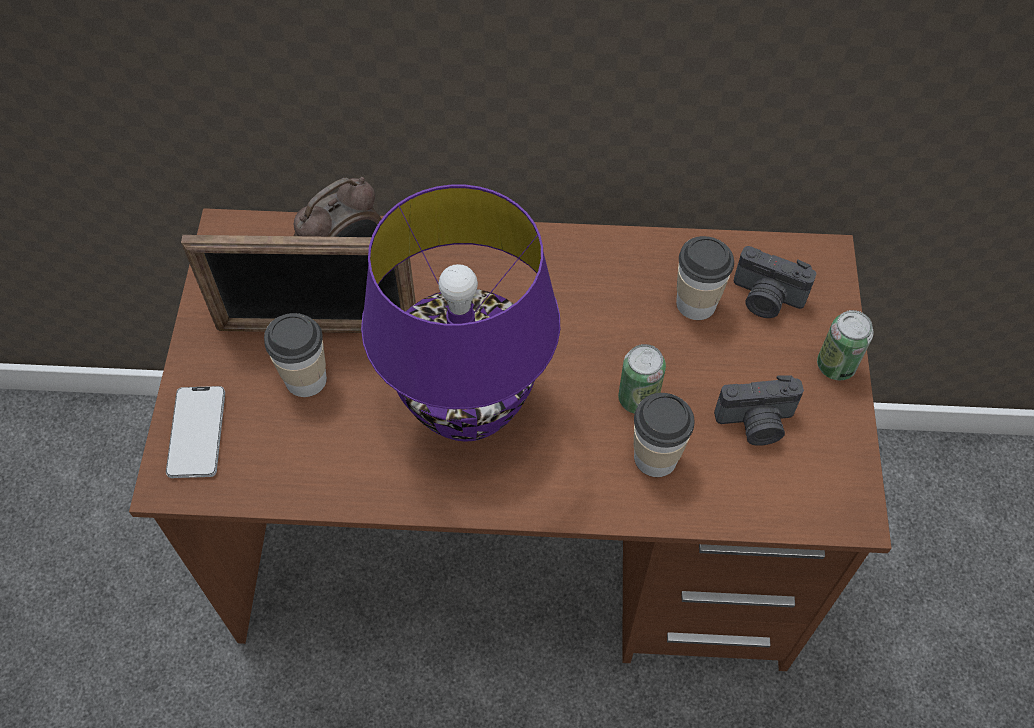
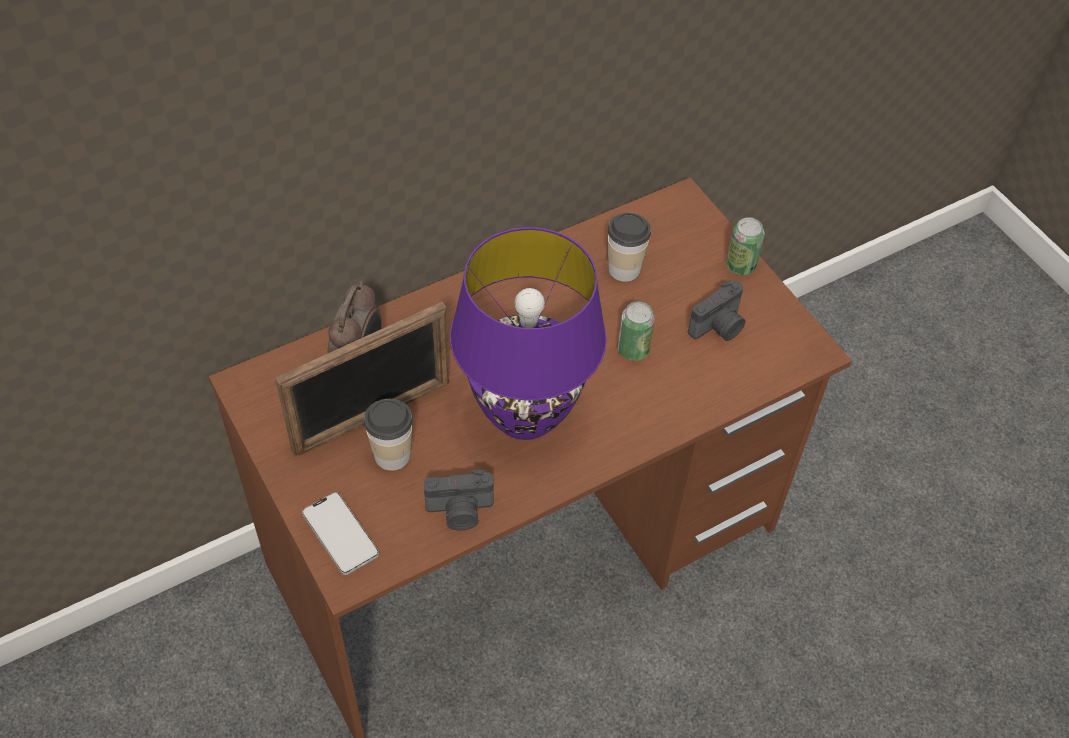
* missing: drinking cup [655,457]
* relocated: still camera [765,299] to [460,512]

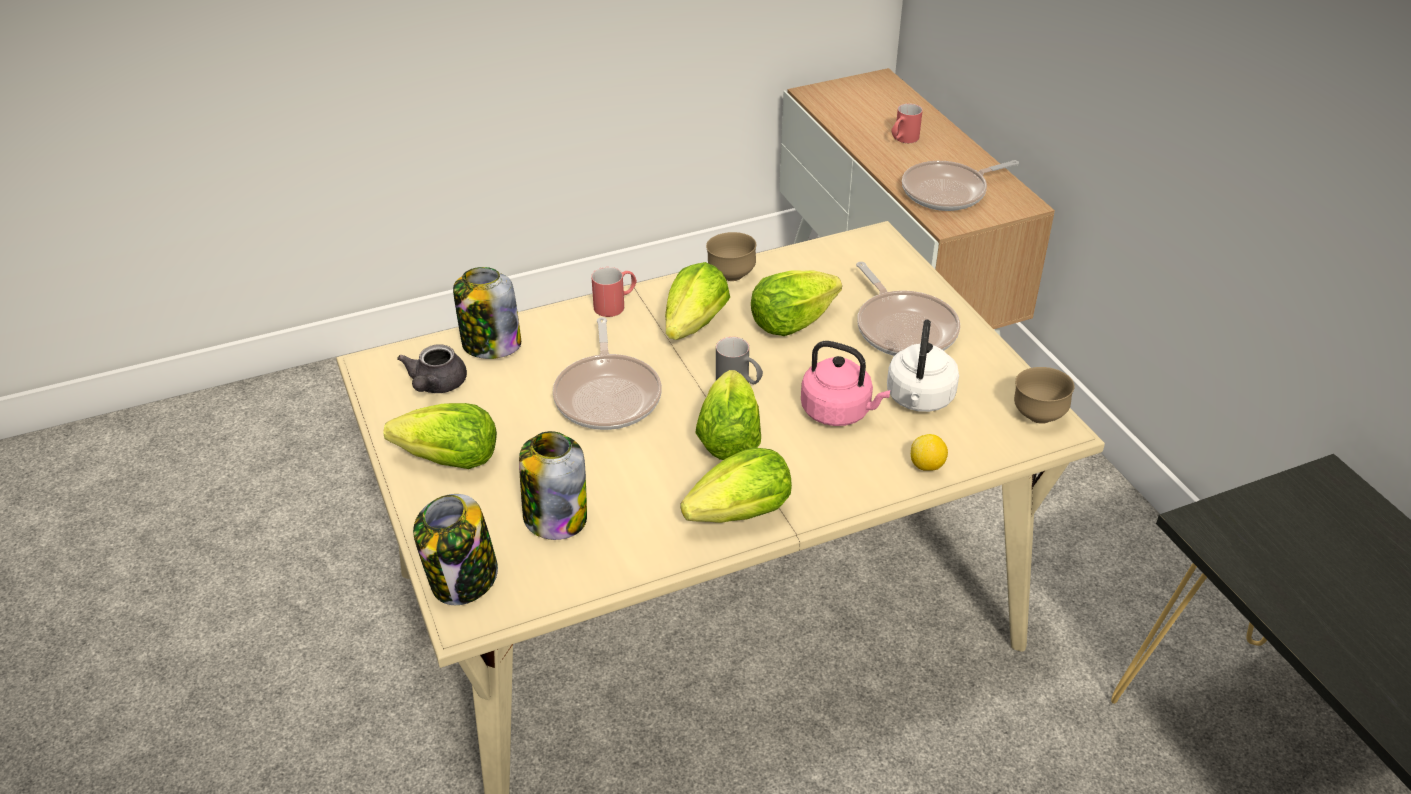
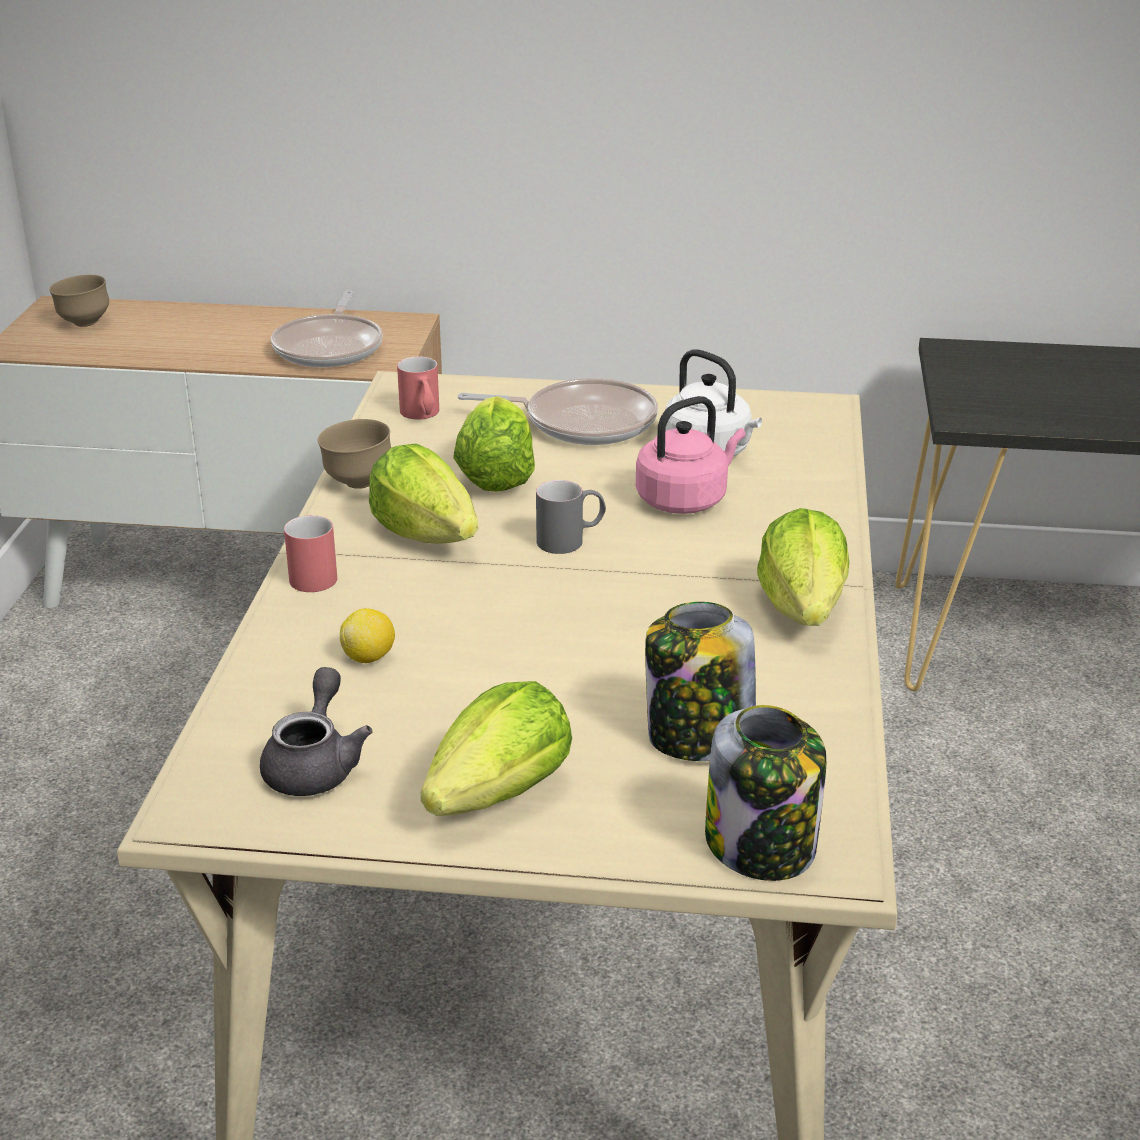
* missing: jar [490,344]
* missing: pan [608,395]
* missing: head of lettuce [728,439]
* relocated: red-coloured mug [903,140] to [422,415]
* relocated: whole lemon [927,466] to [369,657]
* relocated: brown-coloured deep dish [1037,416] to [84,323]
* spun: gray pot for tea [436,385] = [315,764] 120 degrees counterclockwise

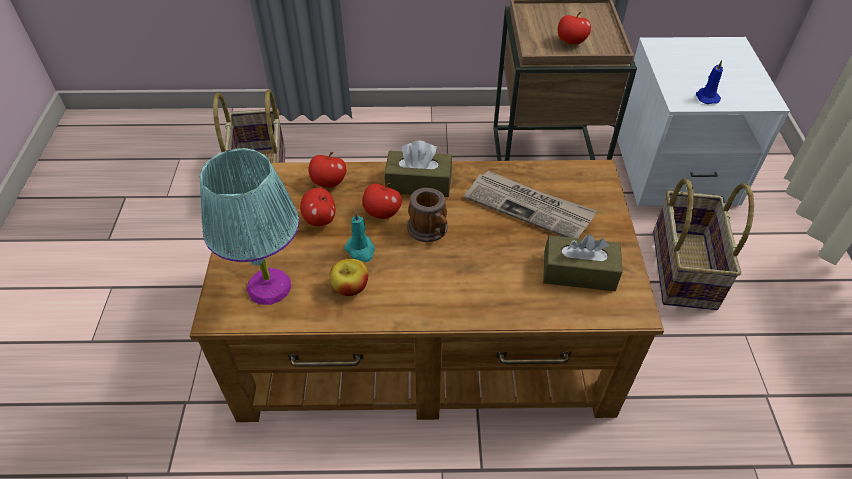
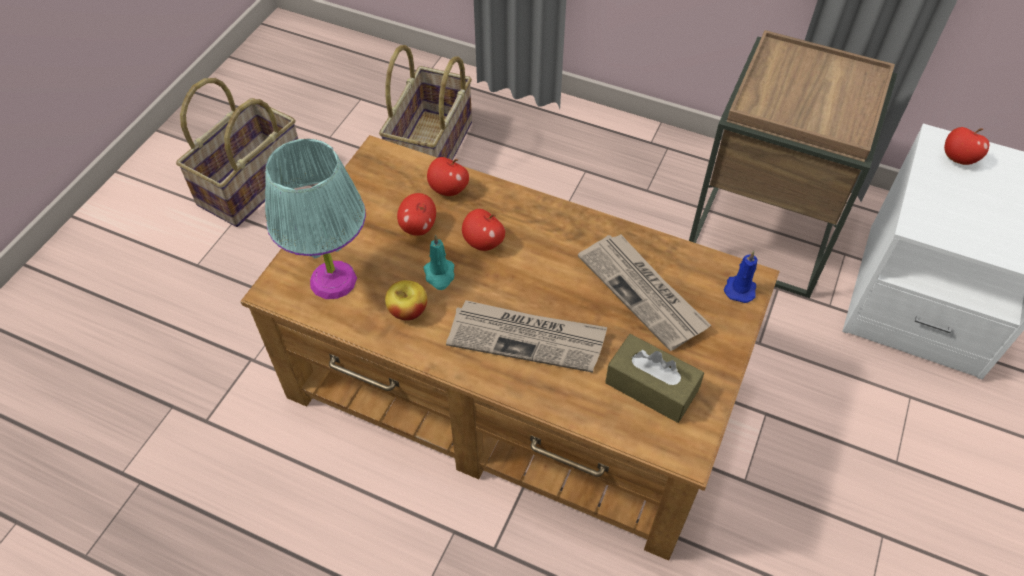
* missing: brown-coloured box of tissues [418,183]
* missing: mug [430,230]
* appeared: daily paper [527,338]
* relocated: apple fruit [571,42] to [958,159]
* relocated: storage basket [681,268] to [251,183]
* relocated: blue-coloured wax light [706,97] to [740,288]

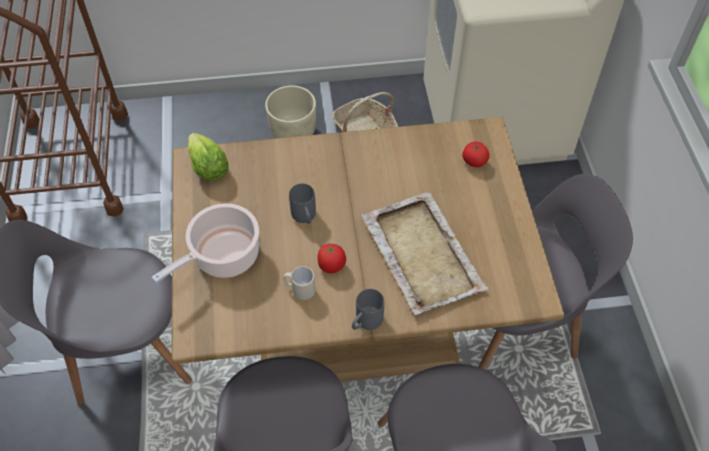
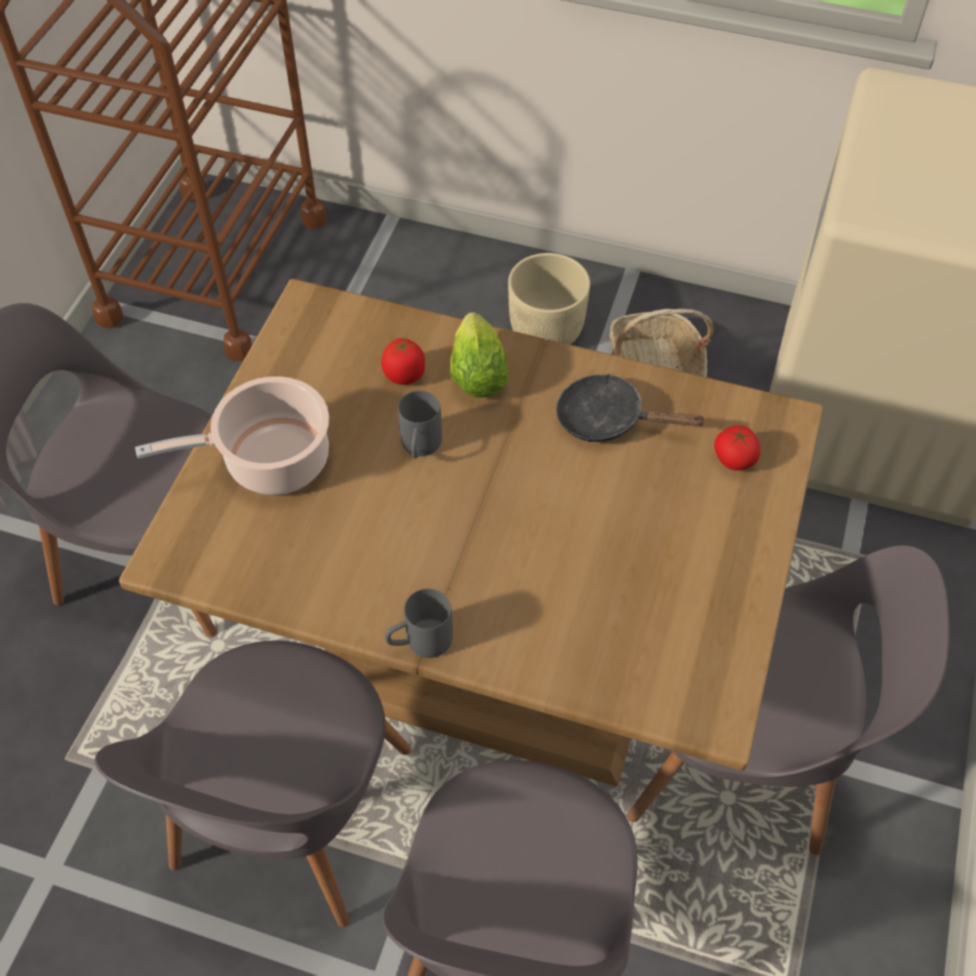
* missing: beige mug [299,290]
* missing: beige carrying tray [421,253]
* appeared: black-coloured pan [608,419]
* relocated: head of lettuce [207,165] to [477,370]
* relocated: fresh tomato [332,265] to [405,375]

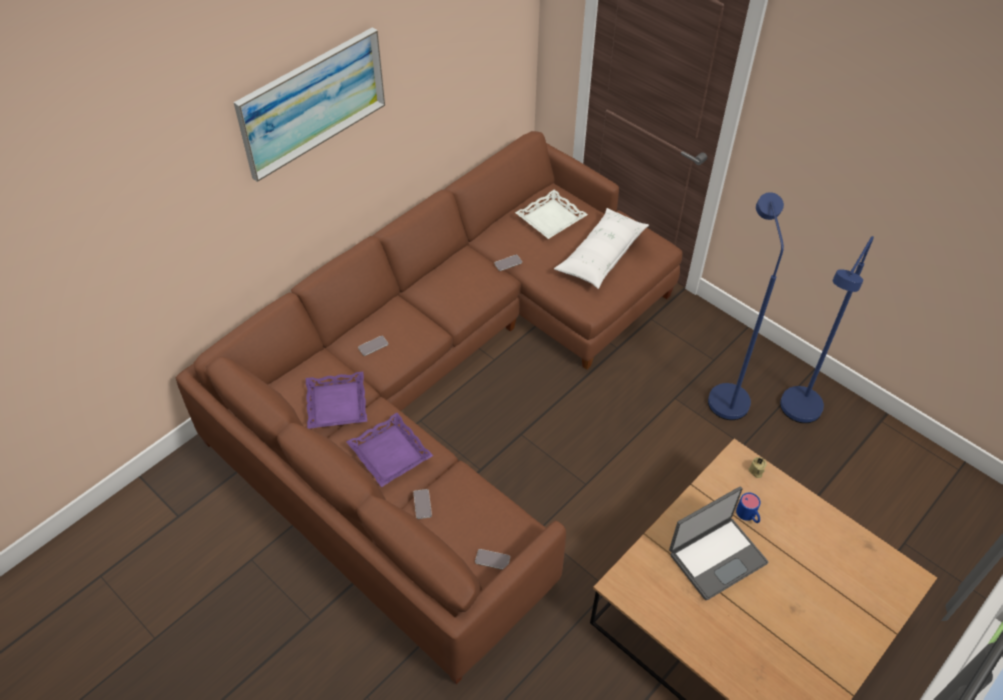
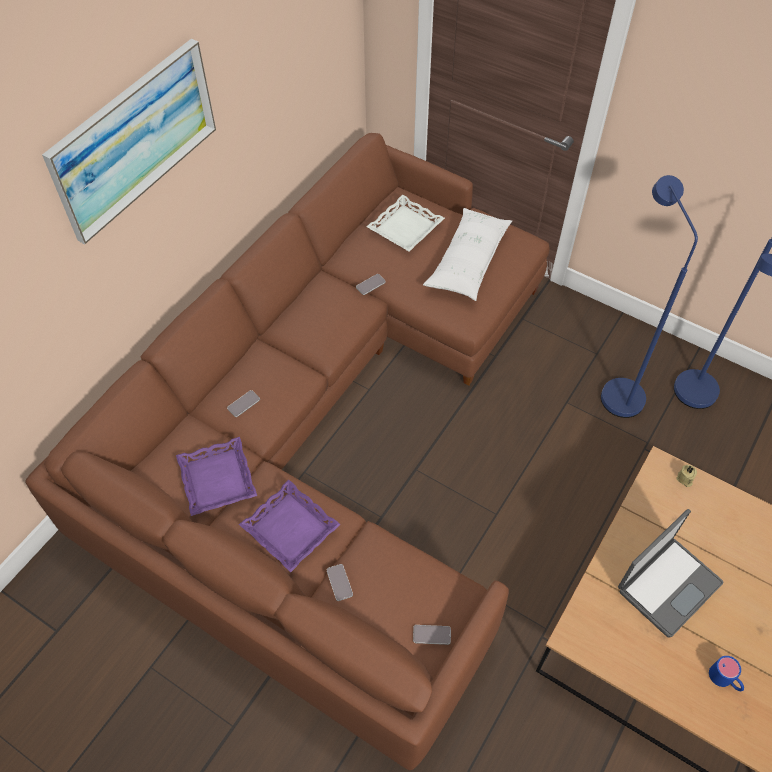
* relocated: blue-coloured mug [748,515] to [725,679]

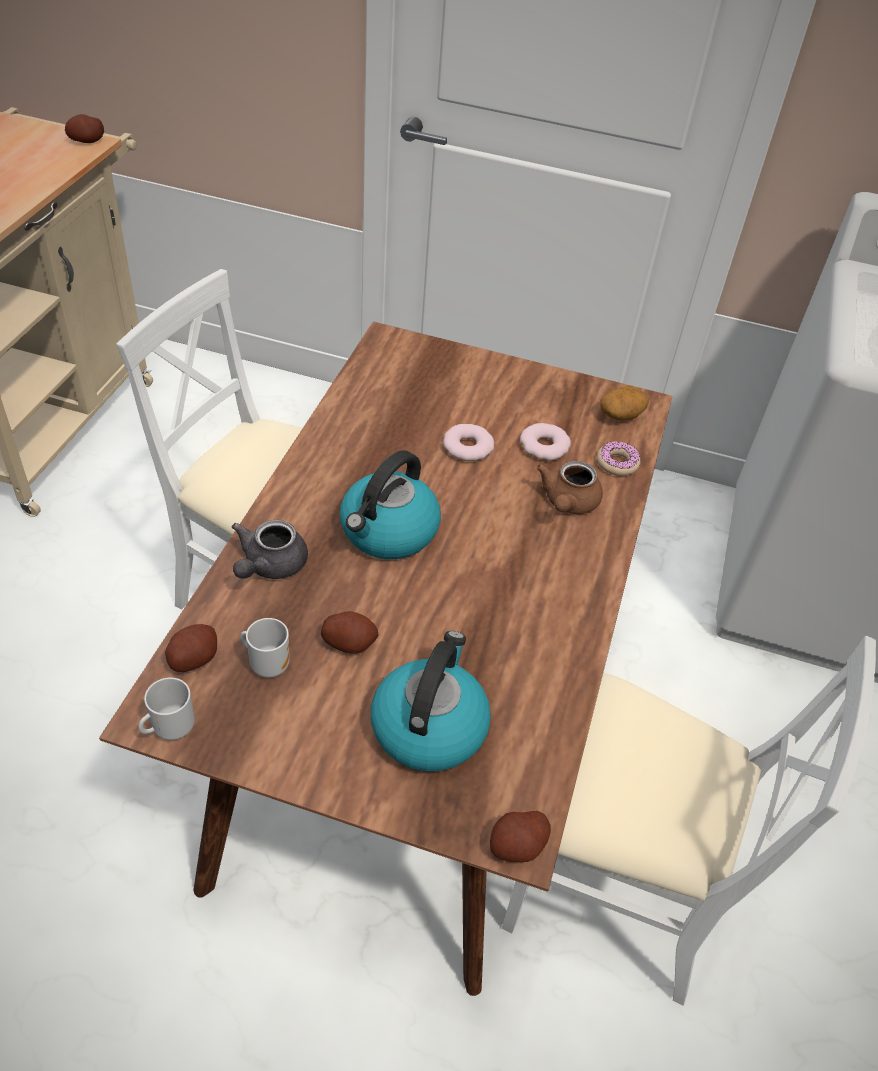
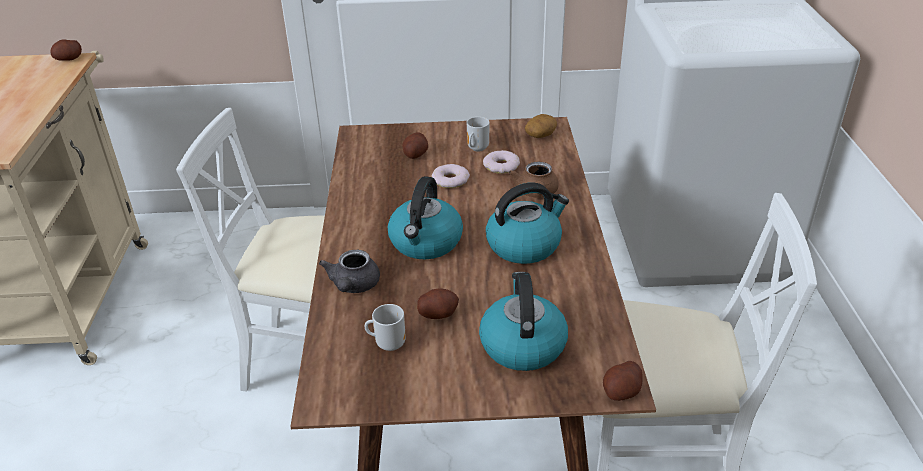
* missing: doughnut [617,463]
* appeared: tea kettle [524,245]
* relocated: mug [170,728] to [476,149]
* relocated: spud [193,658] to [415,154]

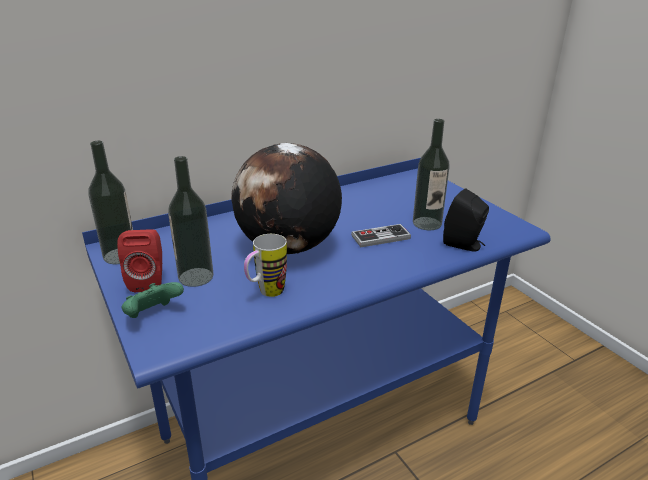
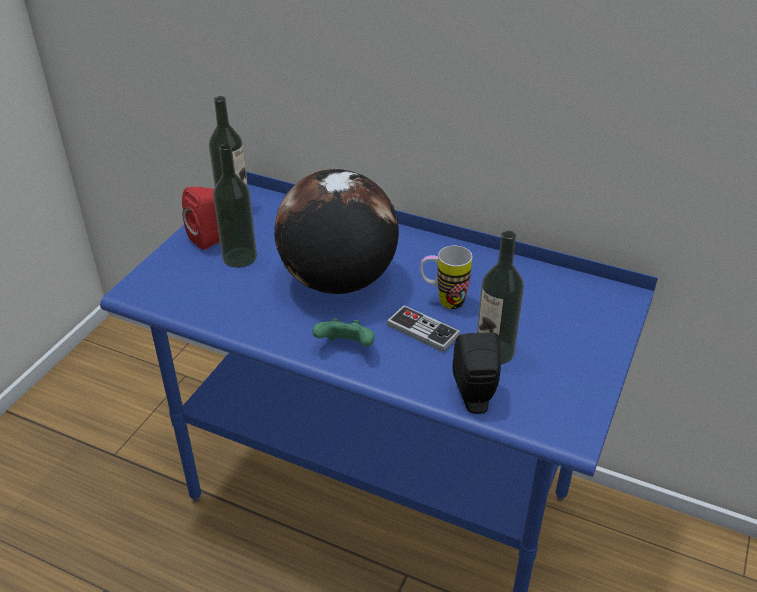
* relocated: greenish joypad [153,315] to [346,347]
* relocated: mug [266,293] to [443,301]

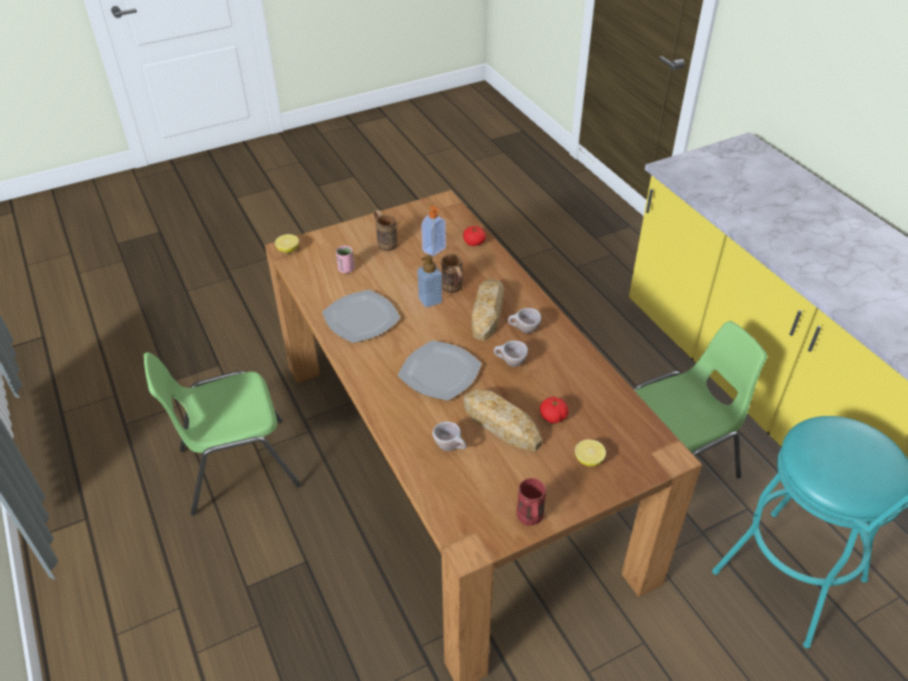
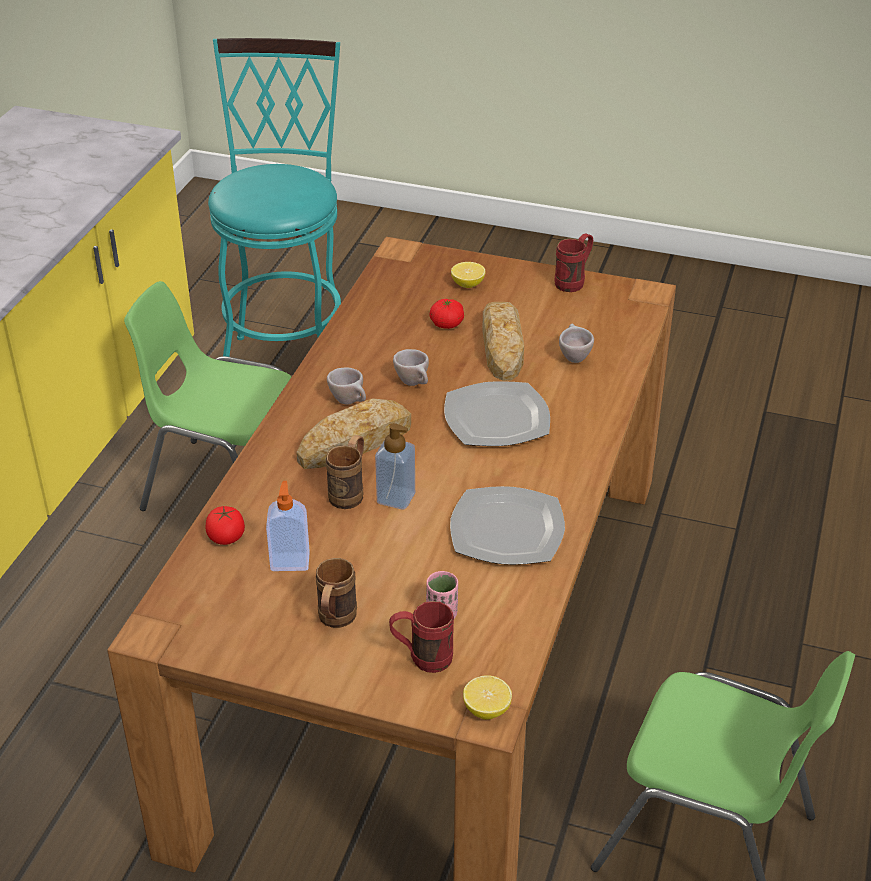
* appeared: red-coloured mug [422,658]

